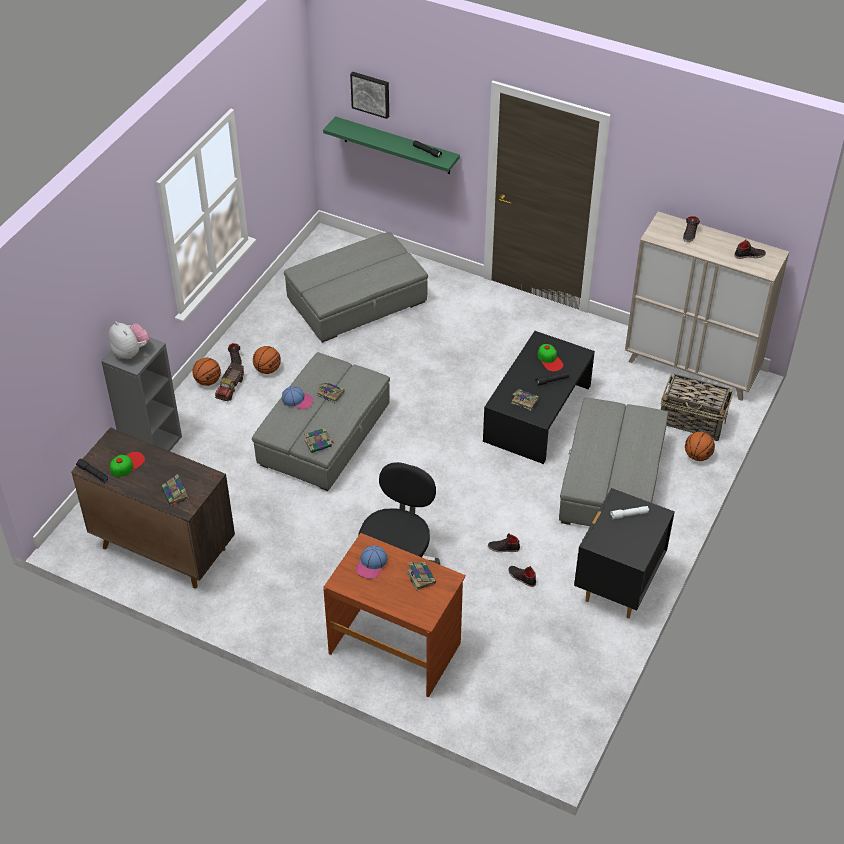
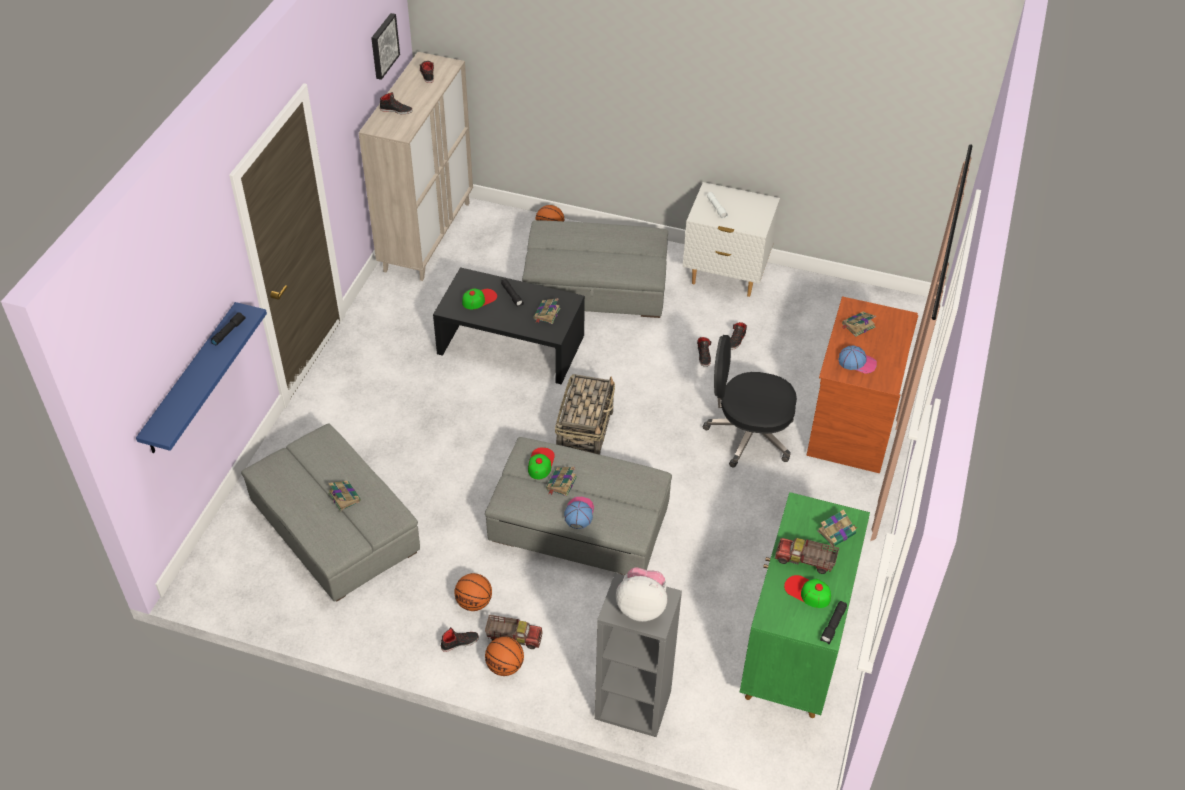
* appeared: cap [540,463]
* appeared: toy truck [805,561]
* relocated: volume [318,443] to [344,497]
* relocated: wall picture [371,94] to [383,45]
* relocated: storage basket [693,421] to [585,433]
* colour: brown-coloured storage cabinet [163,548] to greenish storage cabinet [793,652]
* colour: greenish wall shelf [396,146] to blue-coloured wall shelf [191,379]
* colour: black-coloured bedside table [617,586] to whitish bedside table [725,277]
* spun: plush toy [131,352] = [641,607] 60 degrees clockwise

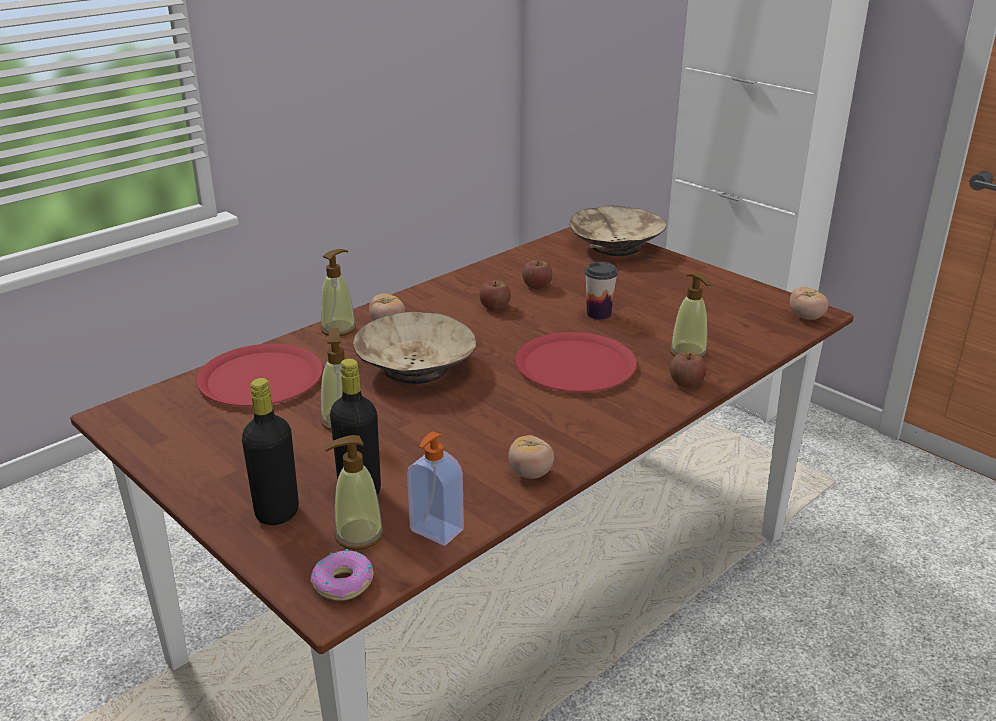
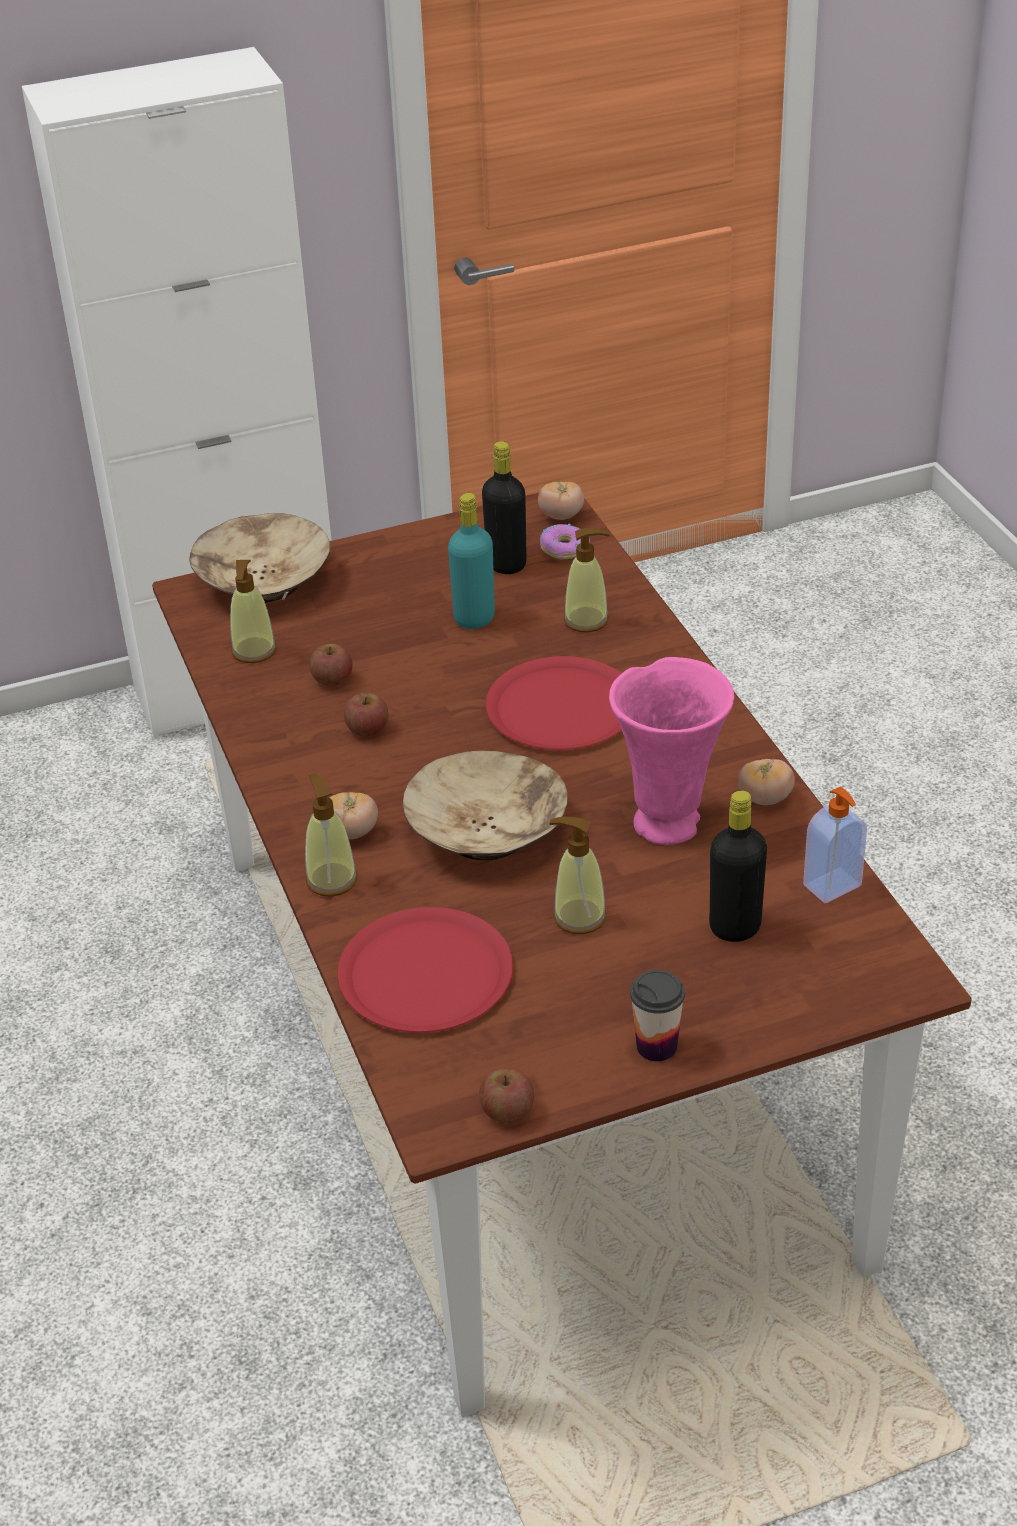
* appeared: turquoise drink bottle [474,618]
* appeared: pink decorative vase [669,822]
* relocated: black-coloured drink bottle [277,513] to [506,564]
* relocated: doughnut [344,583] to [564,548]
* relocated: soap bottle [358,535] to [254,651]
* relocated: drinking cup [598,314] to [656,1046]
* relocated: apple fruit [686,382] to [507,1111]

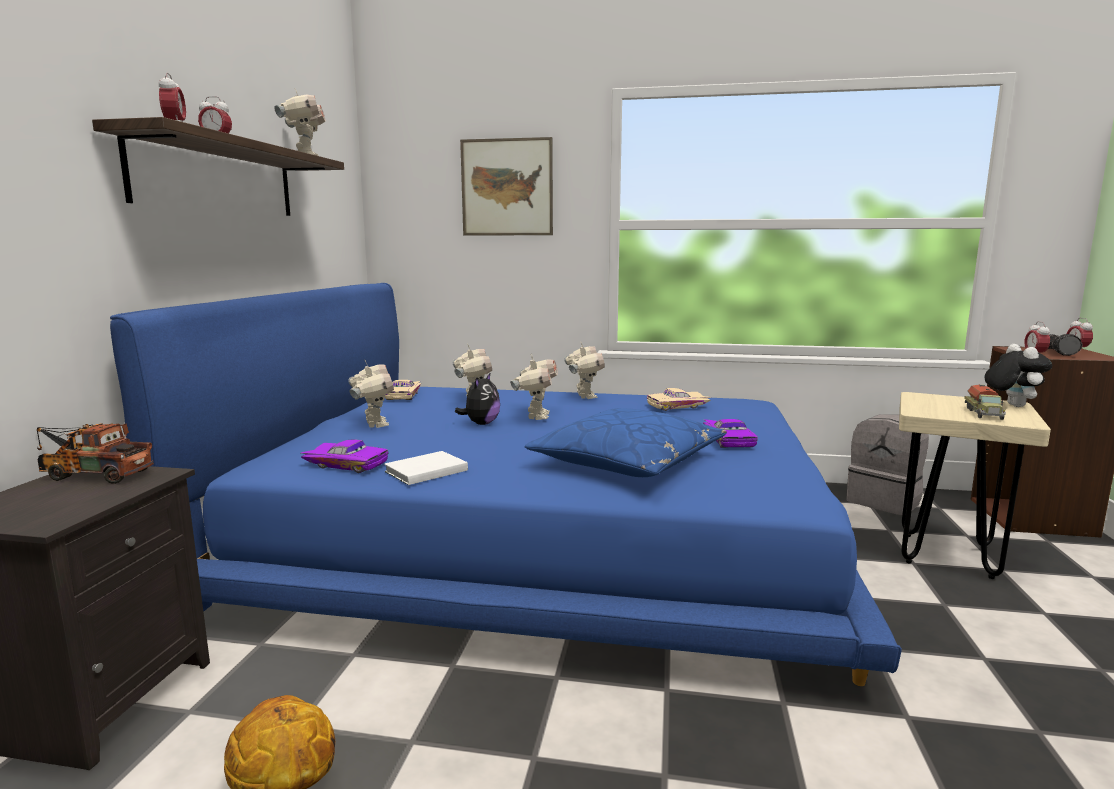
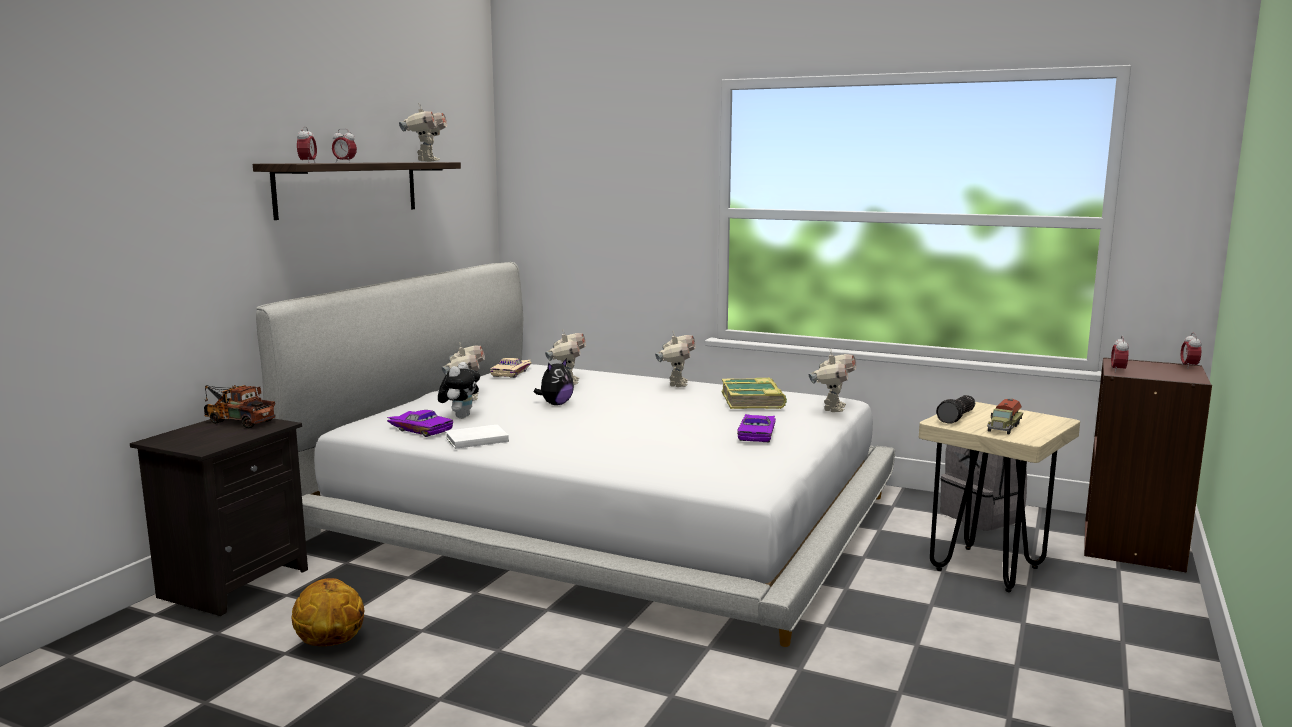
* missing: wall picture [507,187]
* missing: blue-coloured cushion [628,461]
* relocated: toy robot [536,417] to [832,409]
* relocated: plush toy [1011,405] to [460,416]
* relocated: flashlight [1059,352] to [957,417]
* exchanged: beige miniature car [678,406] to volume [753,400]
* colour: blue-coloured bed [538,540] to whitish bed [602,516]

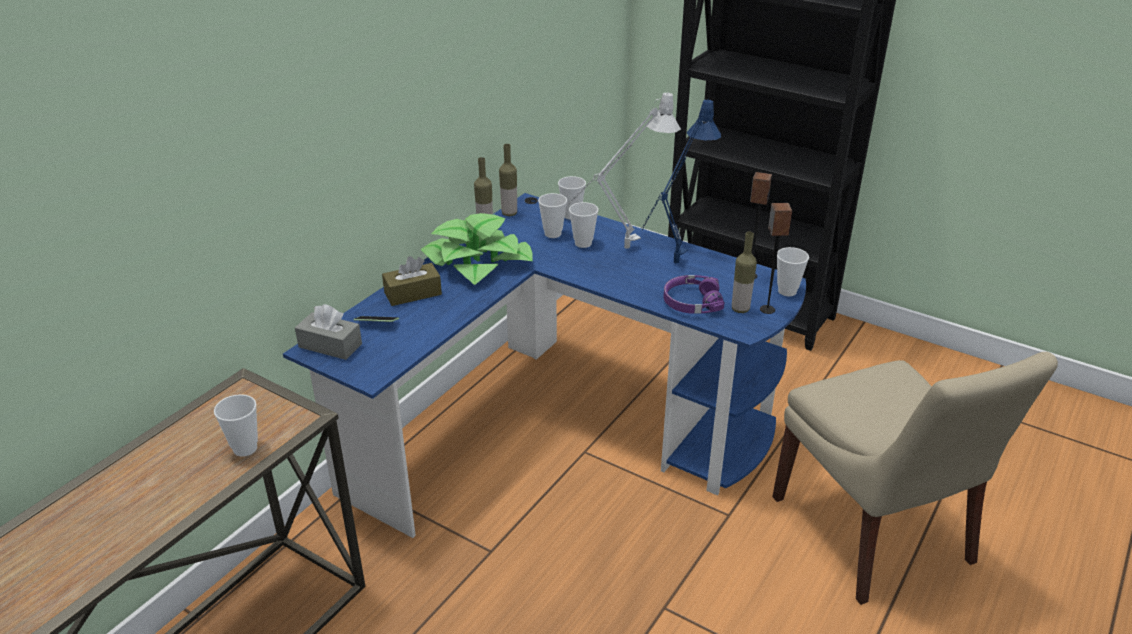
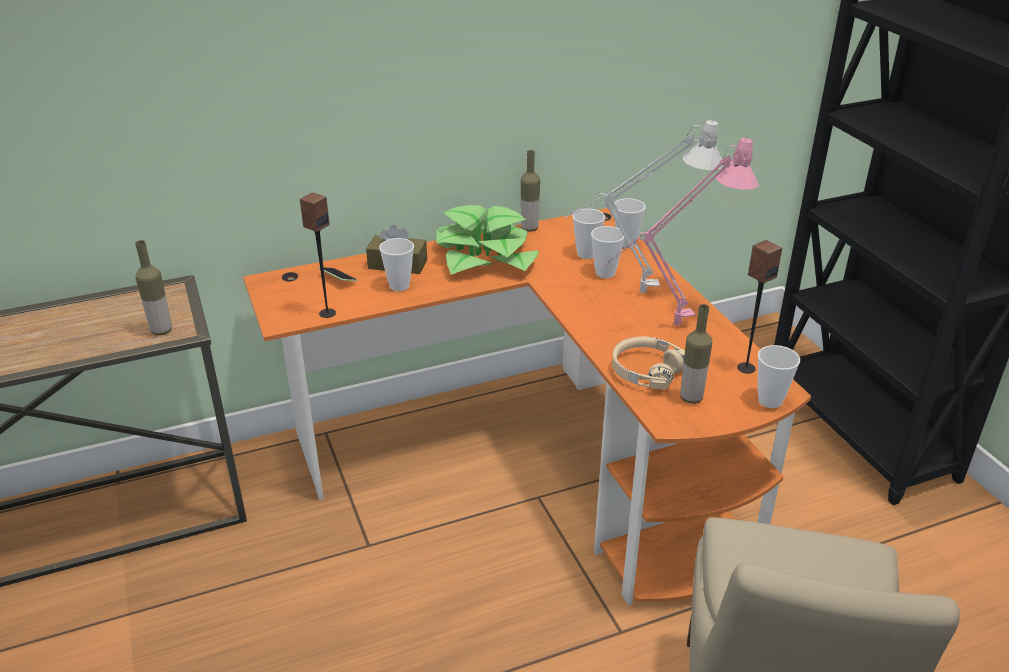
* missing: gray box of tissues [330,345]
* relocated: drinking cup [245,448] to [399,286]
* relocated: drink bottle [509,213] to [161,331]
* relocated: audio speaker [767,309] to [327,313]
* colour: blue-coloured desk [558,425] to orangey desk [538,460]
* colour: blue-coloured lamp for a table [672,268] to pink lamp for a table [667,328]
* colour: purplish headset [691,302] to beige headset [646,370]

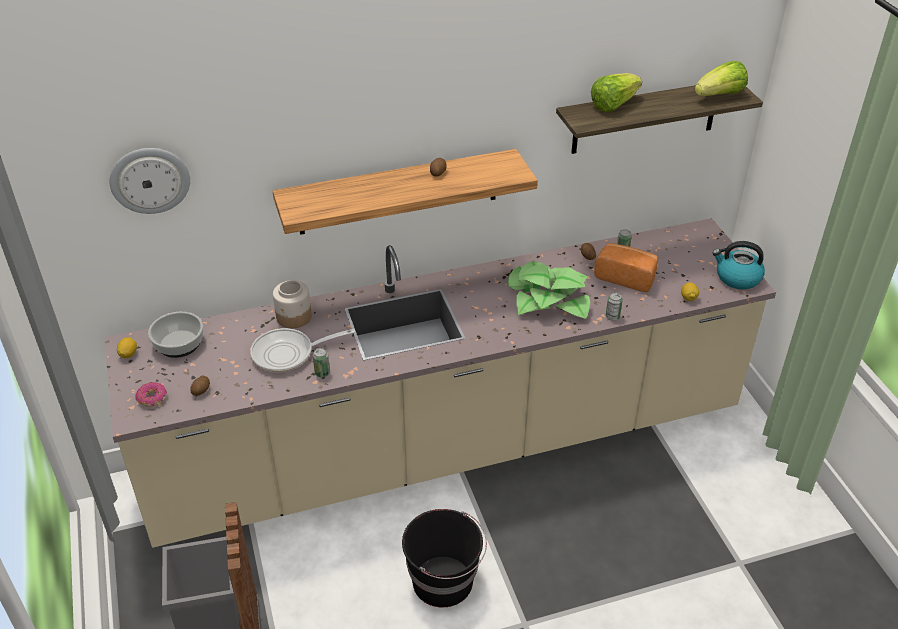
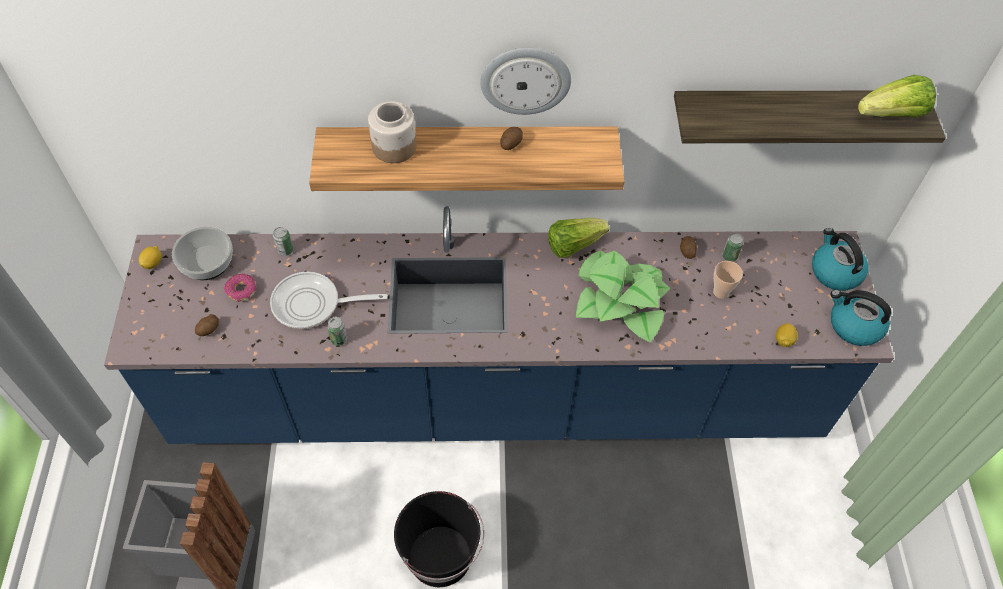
* appeared: tea kettle [834,272]
* relocated: wall clock [150,180] to [525,79]
* relocated: doughnut [152,398] to [241,291]
* relocated: jar [294,317] to [394,147]
* relocated: head of lettuce [613,104] to [573,245]
* relocated: can [612,317] to [285,250]
* exchanged: bread [626,277] to drinking cup [721,292]
* colour: beige kitchen counter [449,447] to blue-coloured kitchen counter [498,400]

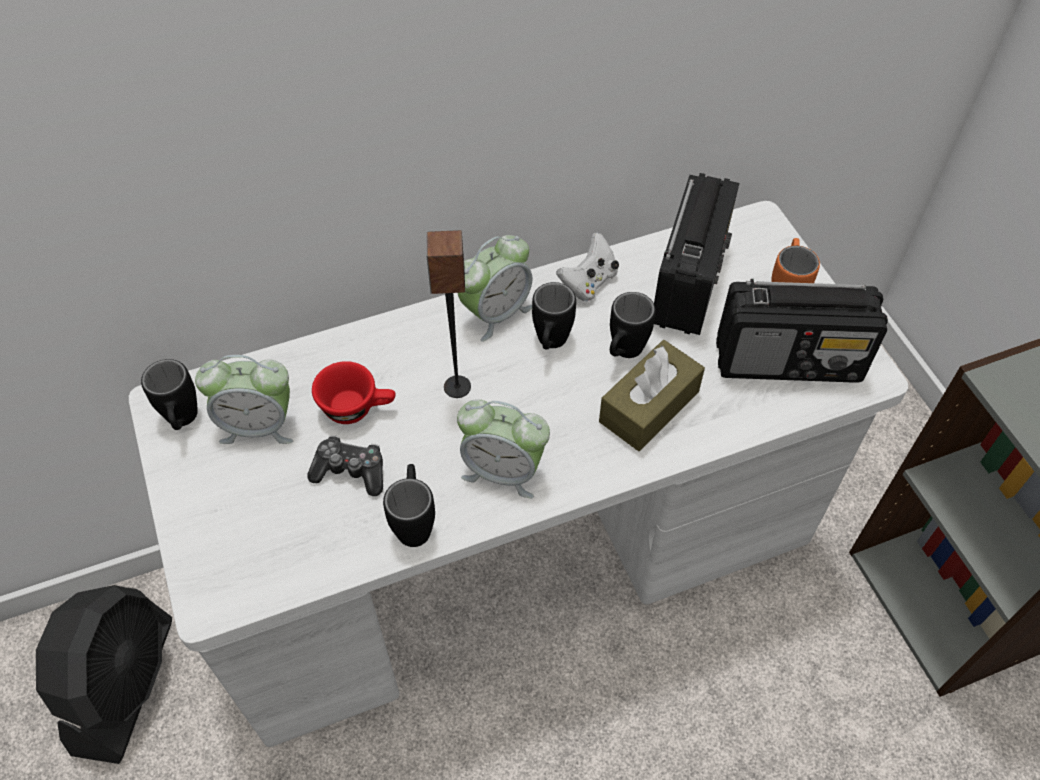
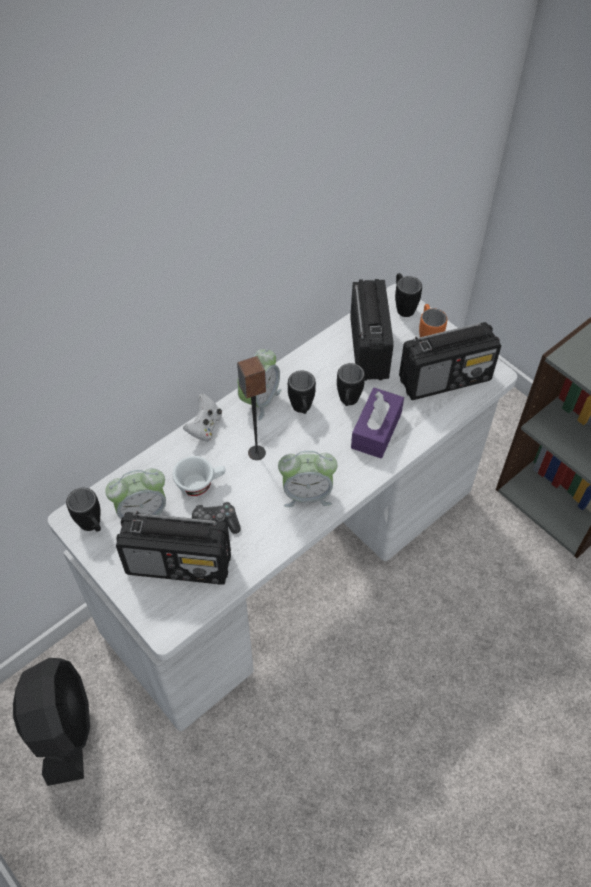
* appeared: radio set [180,564]
* relocated: black-coloured mug [414,521] to [403,306]
* relocated: whitish joypad [588,282] to [205,427]
* colour: red-coloured drinking cup [358,407] to whitish drinking cup [201,484]
* colour: brown-coloured box of tissues [649,406] to purplish box of tissues [376,430]

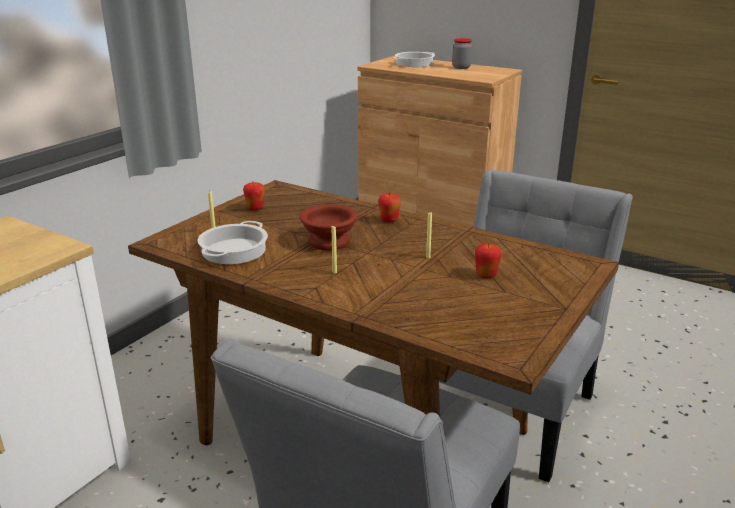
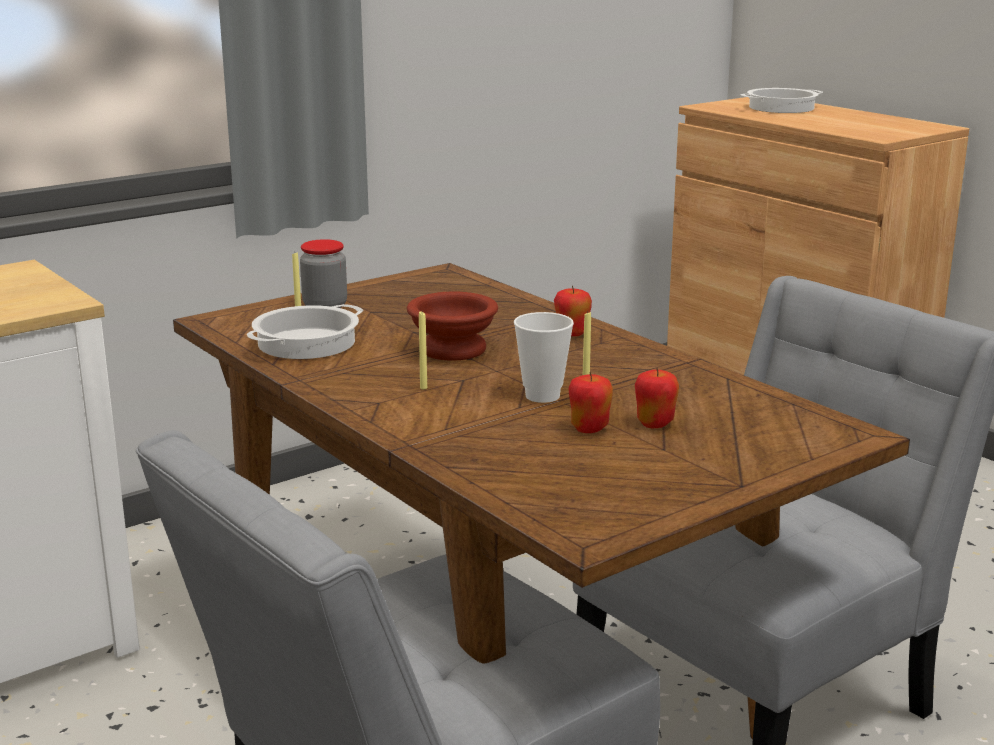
* appeared: drinking cup [542,396]
* relocated: apple fruit [255,208] to [589,429]
* relocated: jar [461,67] to [325,307]

